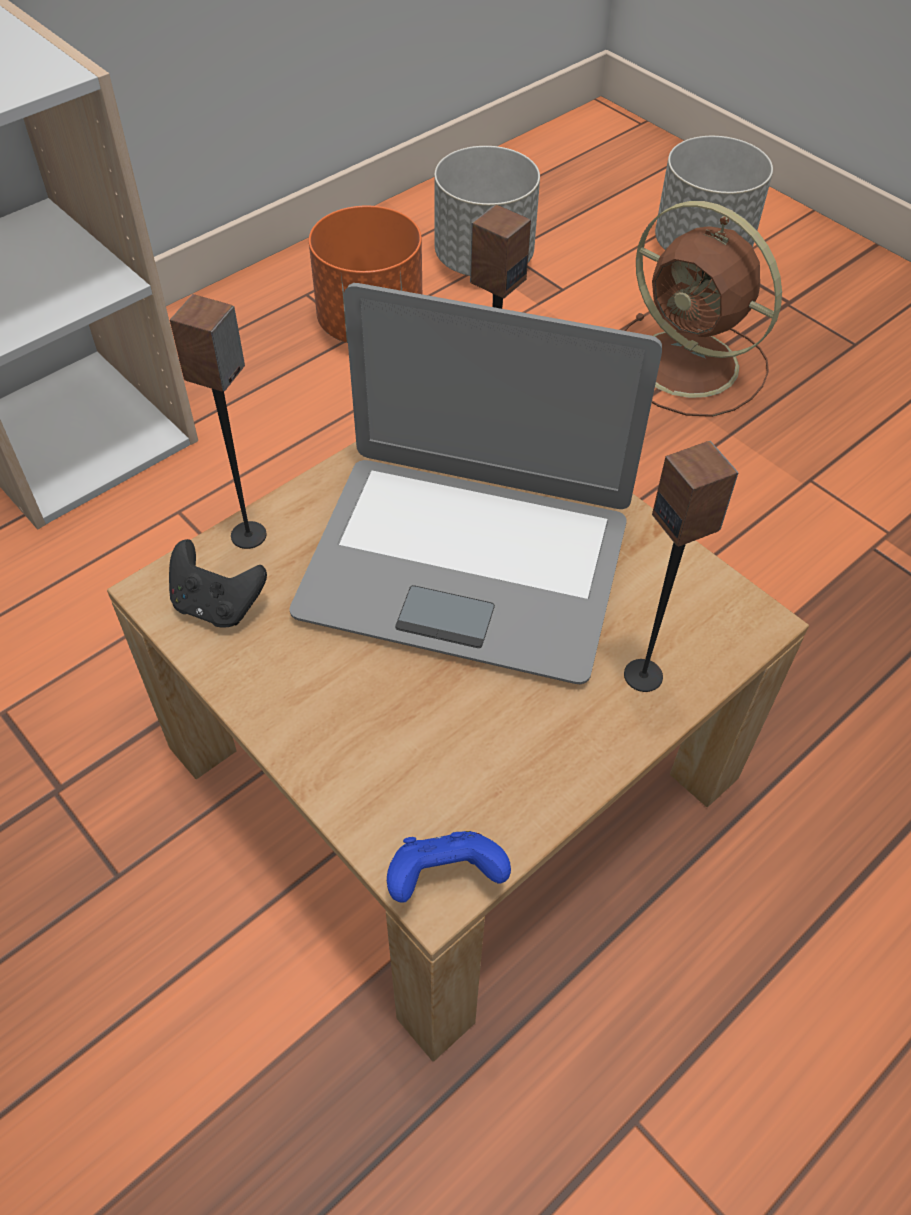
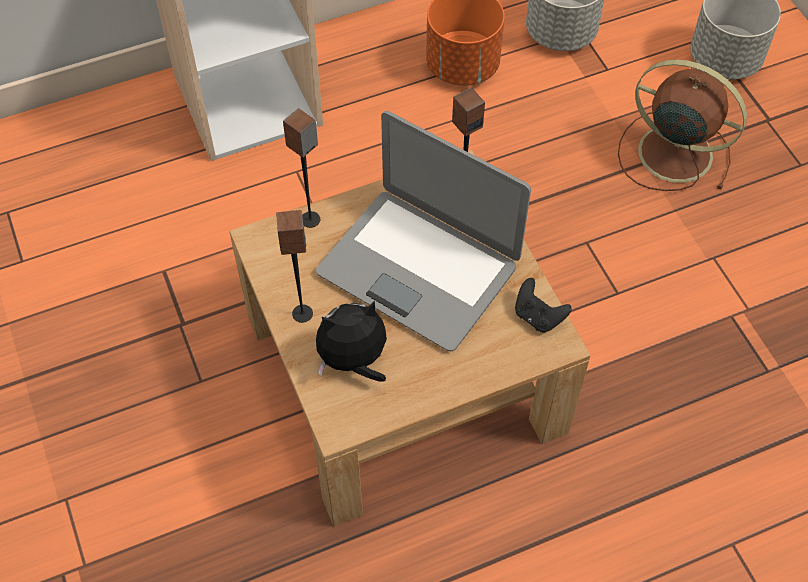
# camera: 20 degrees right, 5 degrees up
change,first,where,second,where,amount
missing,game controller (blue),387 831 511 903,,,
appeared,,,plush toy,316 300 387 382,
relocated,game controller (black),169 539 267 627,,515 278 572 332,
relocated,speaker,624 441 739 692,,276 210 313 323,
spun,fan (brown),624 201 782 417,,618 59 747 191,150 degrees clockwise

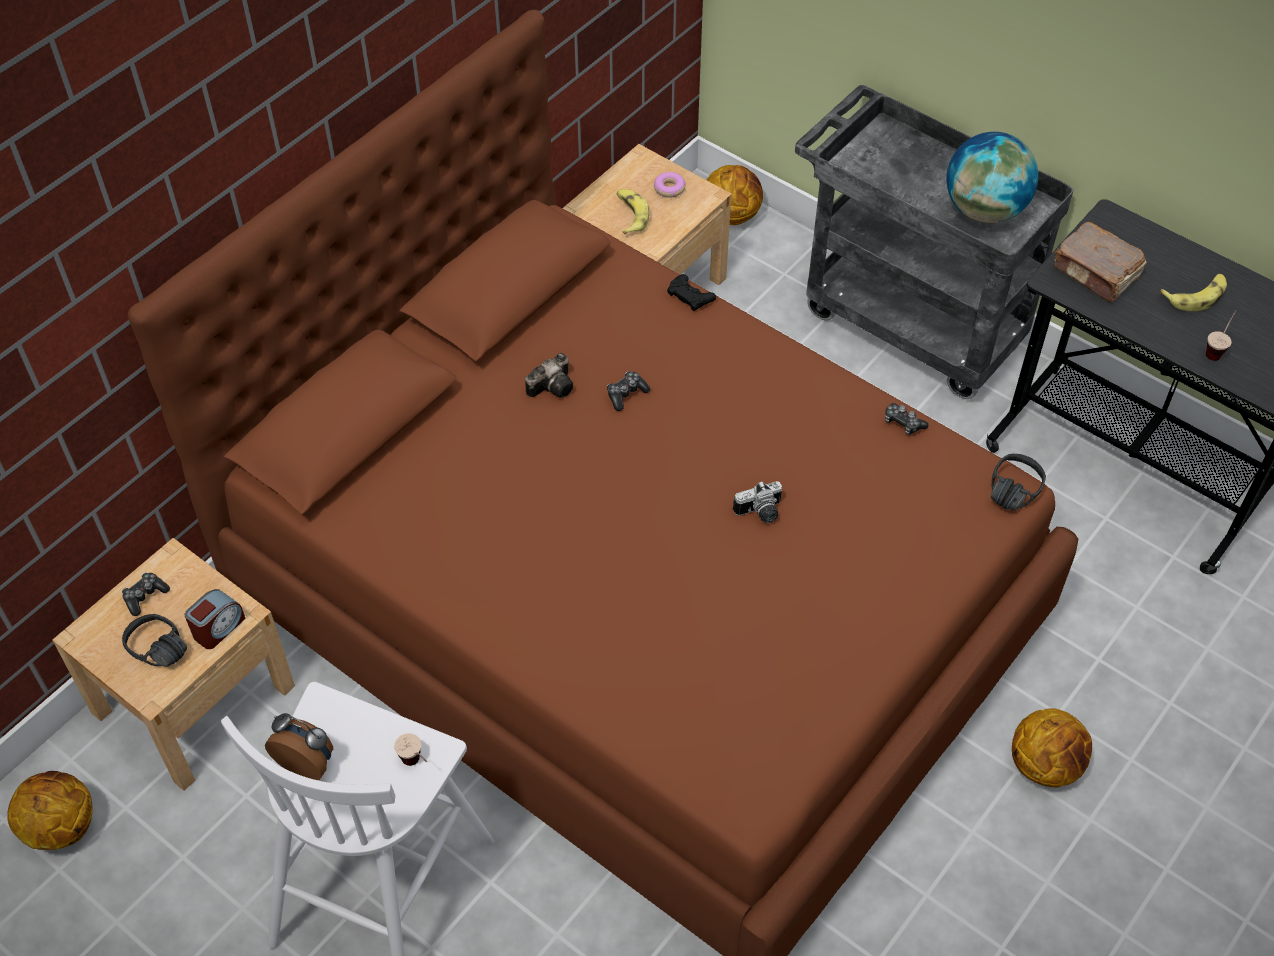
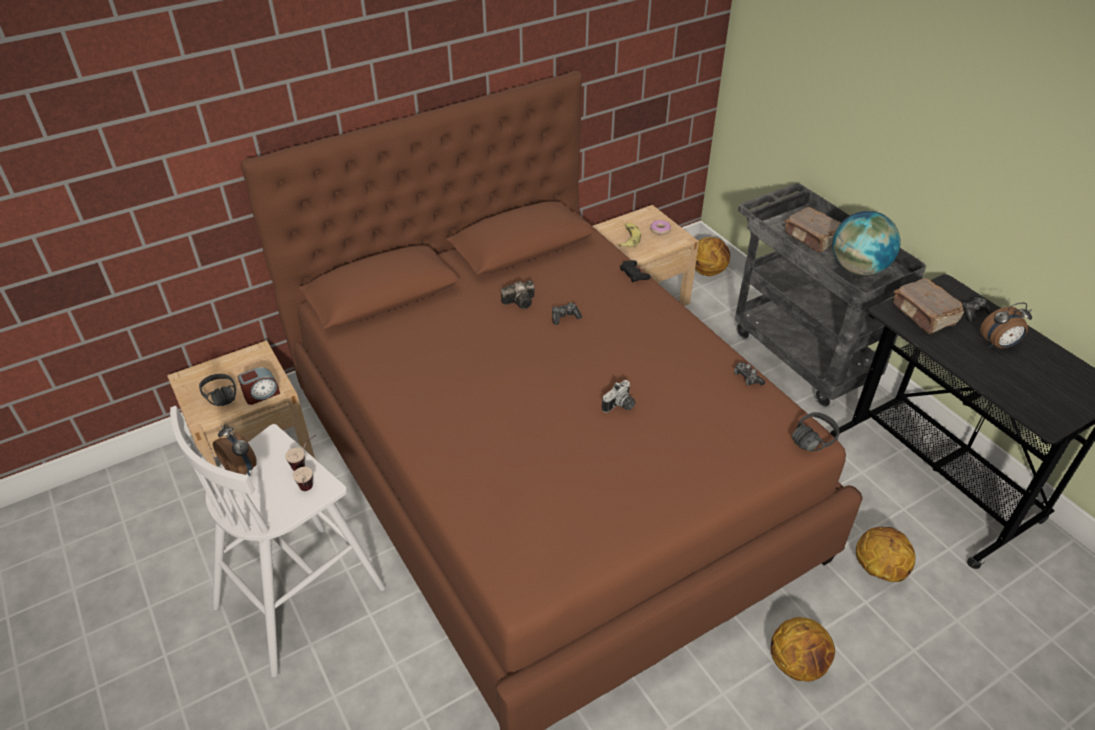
# camera: 20 degrees right, 10 degrees down
change,first,where,second,where,amount
appeared,,,book (brown),785 207 841 253,
relocated,basketball,7 771 92 850,,856 527 916 582,
relocated,game controller,122 573 170 616,,962 297 993 322,
relocated,cup,1206 310 1236 361,,285 435 316 471,
exchanged,banana,1160 274 1227 311,alarm clock,980 303 1032 348,
spun,photo camera,733 481 782 523,,602 380 636 413,45 degrees counterclockwise

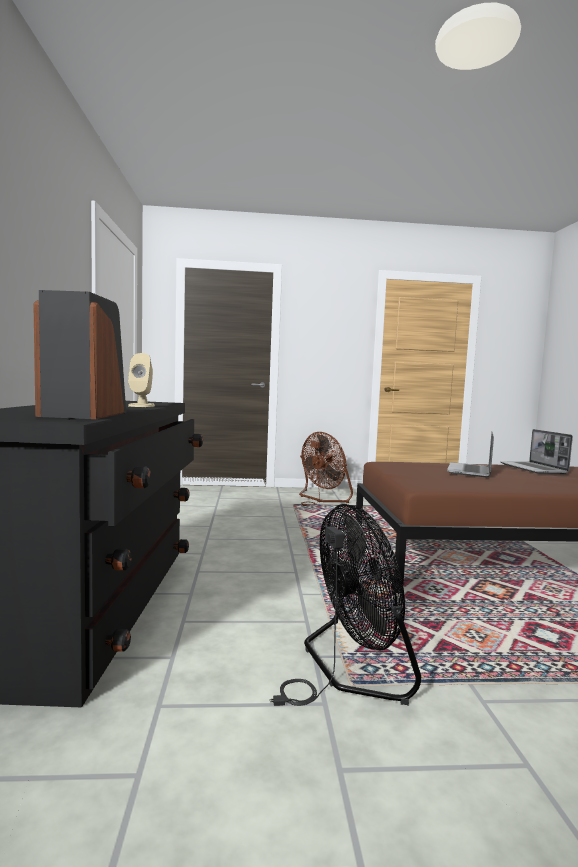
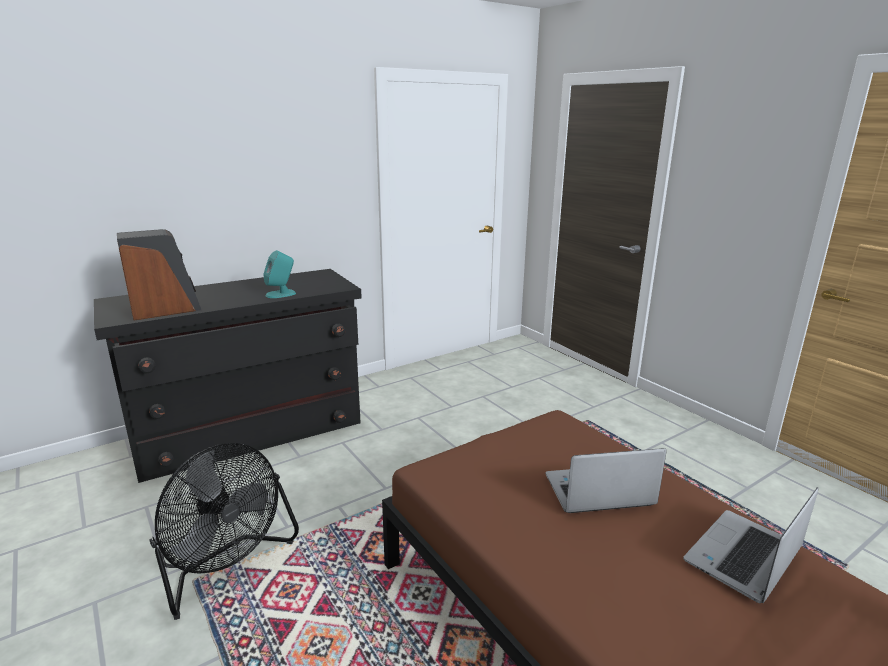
# camera: 60 degrees right, 15 degrees up
change,first,where,second,where,amount
missing,fan (brown),299 432 353 506,,,
colour,speaker (beige),128 353 155 407,speaker (turquoise),264 250 296 298,

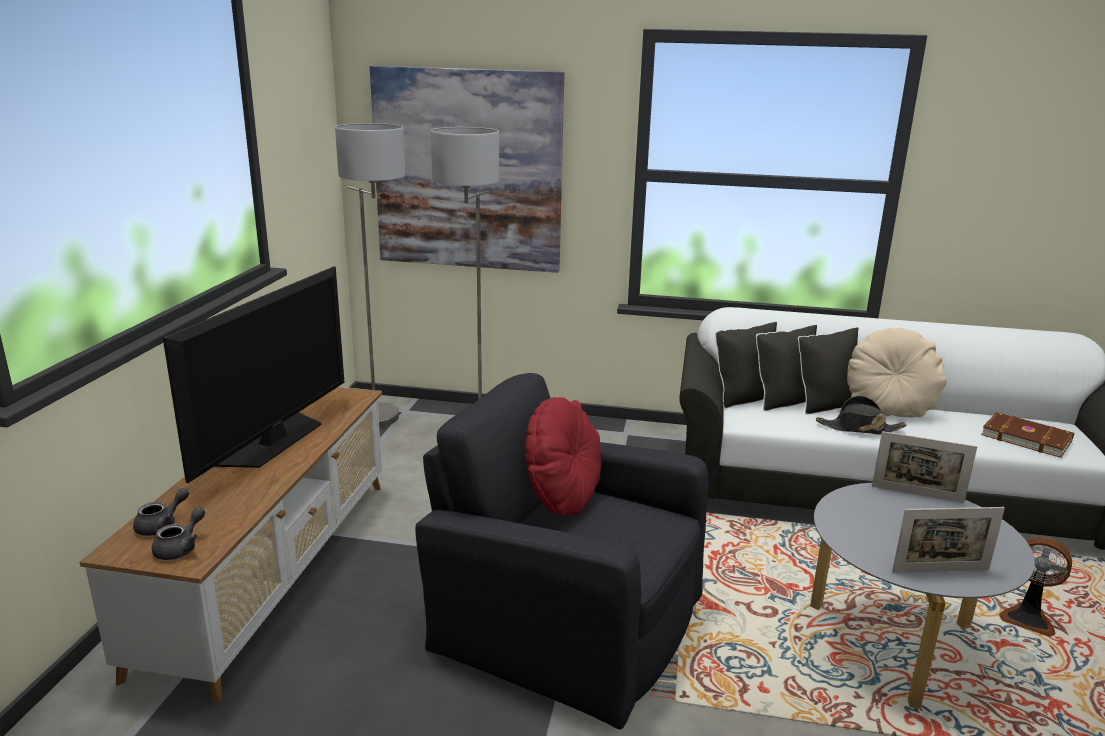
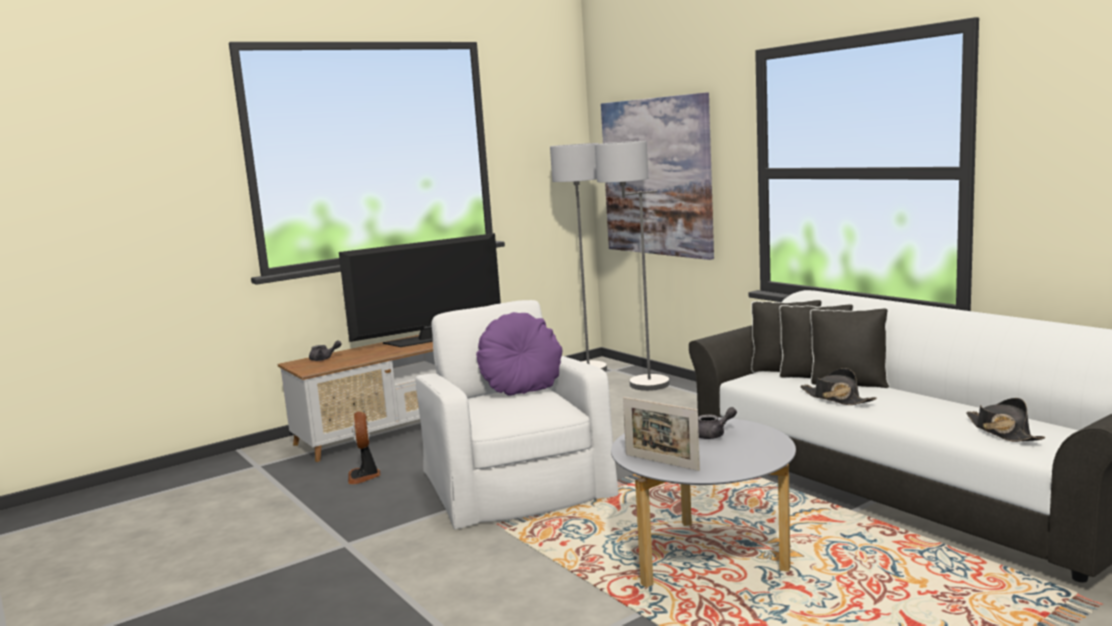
# camera: 45 degrees right, 10 degrees down
change,first,where,second,where,amount
missing,pillow (beige),847 328 947 418,,,
missing,picture frame,872 431 977 503,,,
relocated,teapot (grey),152 507 205 560,,698 407 737 439,
relocated,fan,999 537 1072 637,,348 412 380 484,
exchanged,book (brown),981 412 1074 458,hat (black),966 398 1045 442,
colour,armchair (black),415 373 709 730,armchair (white),415 300 619 530,
colour,pillow (red),525 397 601 516,pillow (purple),476 312 562 396,

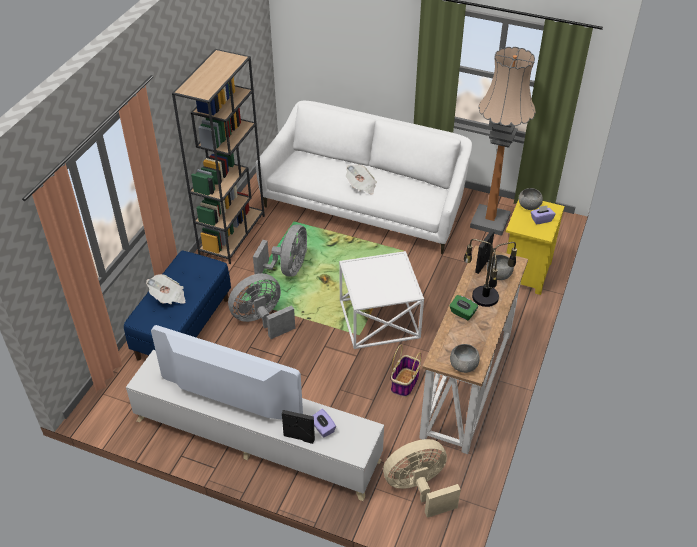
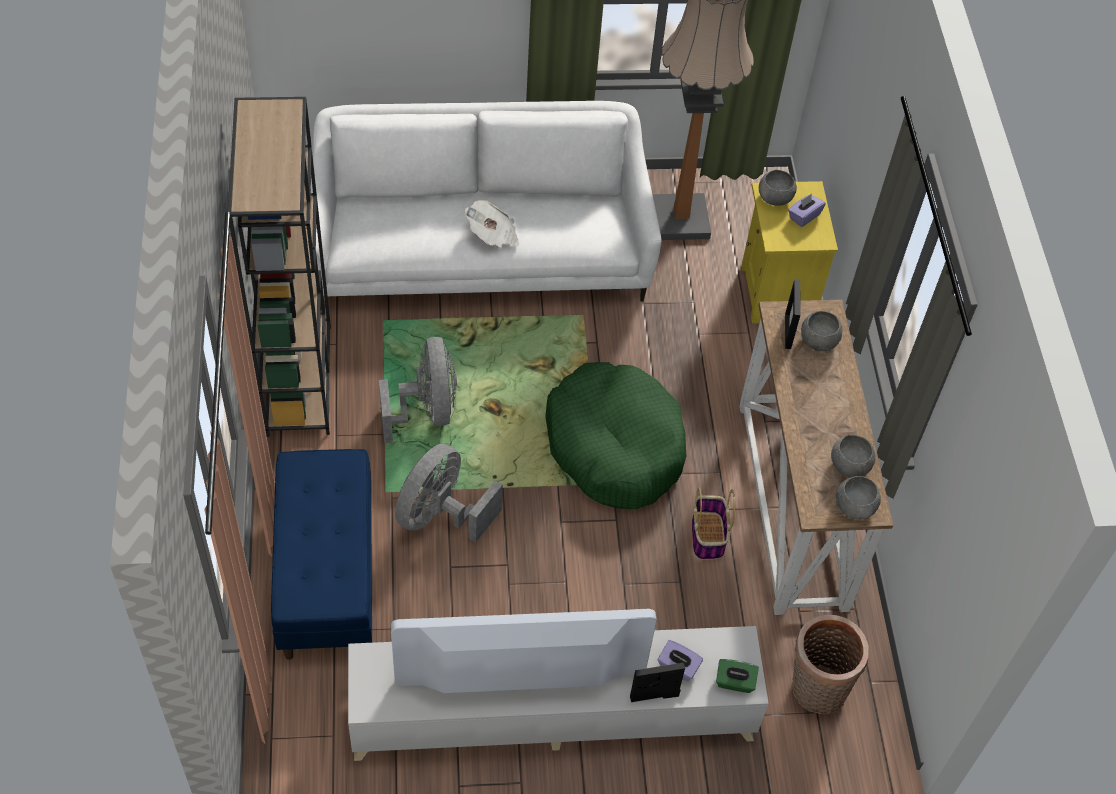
# camera: 30 degrees left, 10 degrees up
change,first,where,second,where,amount
missing,newspaper,146 274 185 304,,,
missing,table lamp,464 239 517 307,,,
appeared,,,bowl (grey),831 435 876 477,
relocated,tissue box (green),449 295 478 320,,716 659 759 693,
exchanged,side table (white),339 251 424 349,dog bed (green),545 362 686 510,
exchanged,fan (beige),383 439 461 518,basket,792 615 869 714,

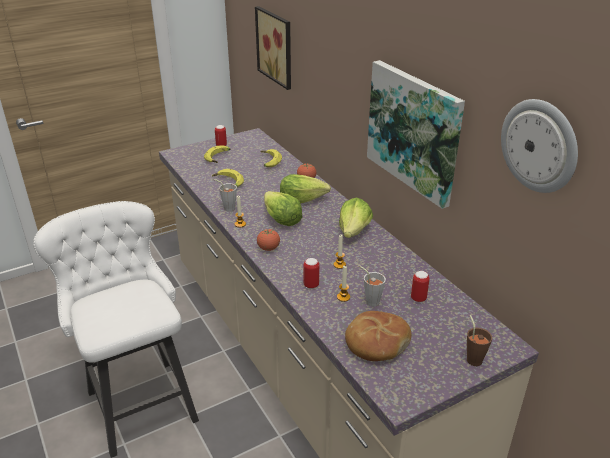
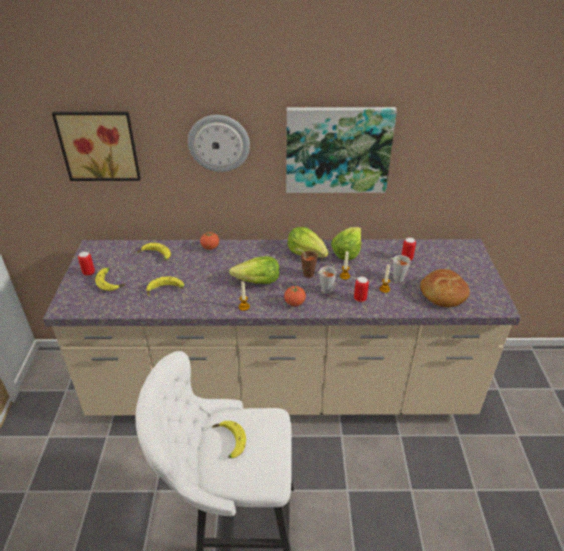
# camera: 60 degrees left, 5 degrees up
change,first,where,second,where,amount
appeared,,,banana,212 421 246 458,
relocated,cup (grey),214 179 237 211,,318 266 337 294,
relocated,lettuce,280 174 331 203,,331 227 361 260,
relocated,cup (brown),467 315 492 366,,295 248 318 278,
relocated,wall clock,501 99 578 193,,188 115 250 172,

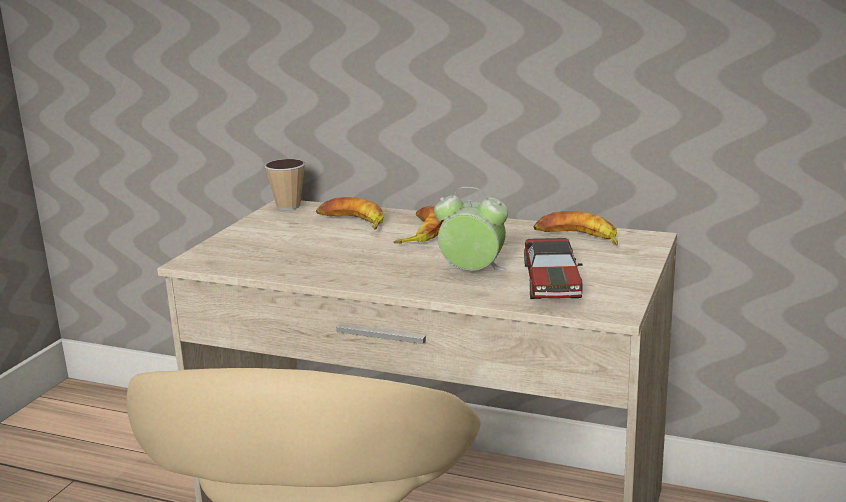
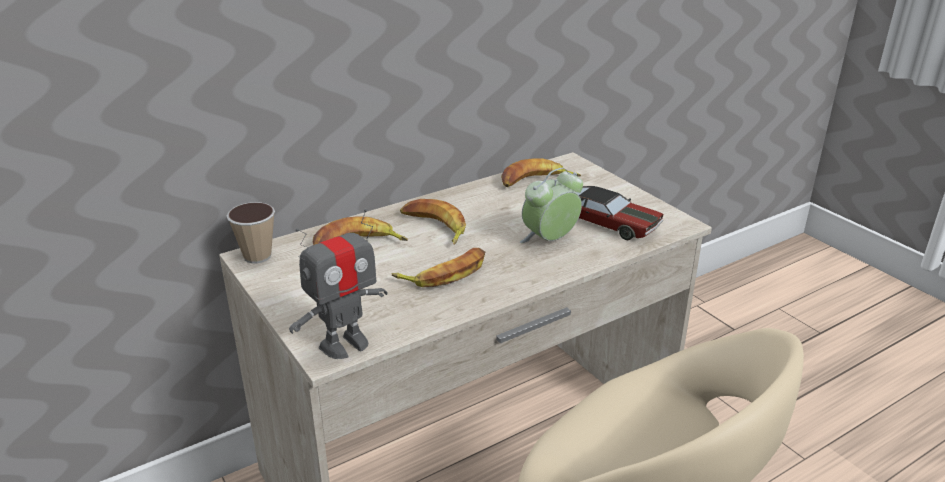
# camera: 55 degrees left, 10 degrees up
change,first,where,second,where,amount
appeared,,,toy robot,289 209 388 359,
appeared,,,banana,392 248 485 287,

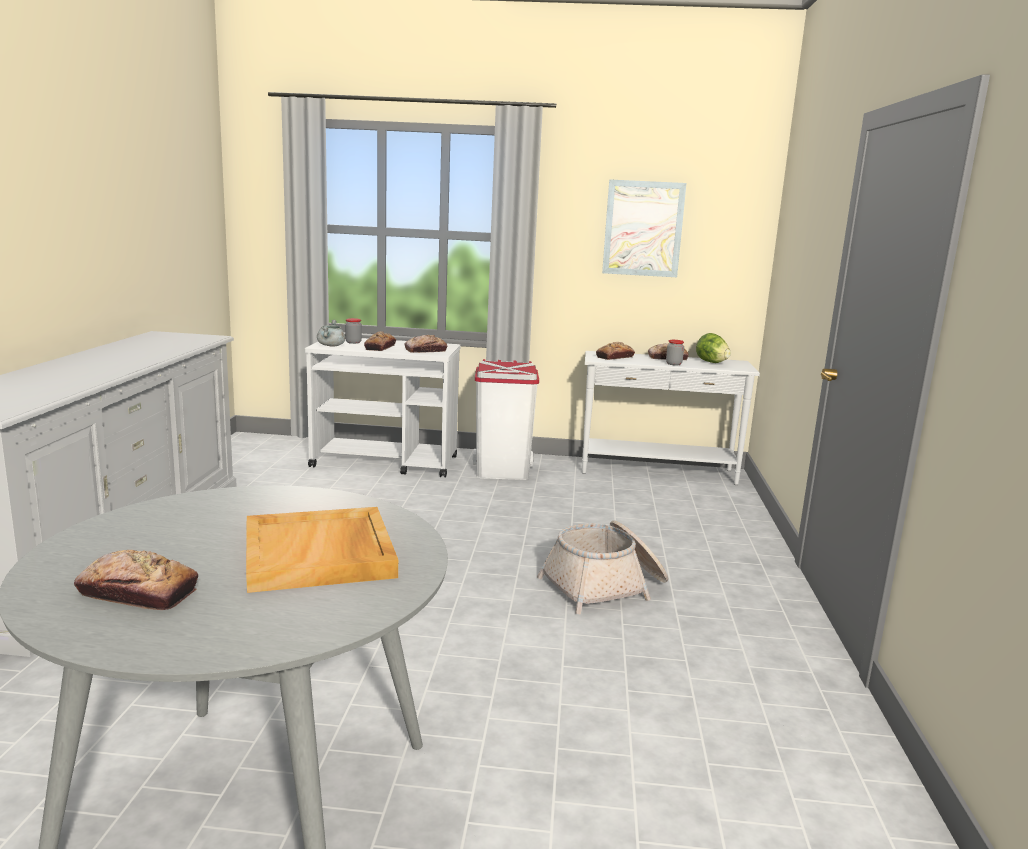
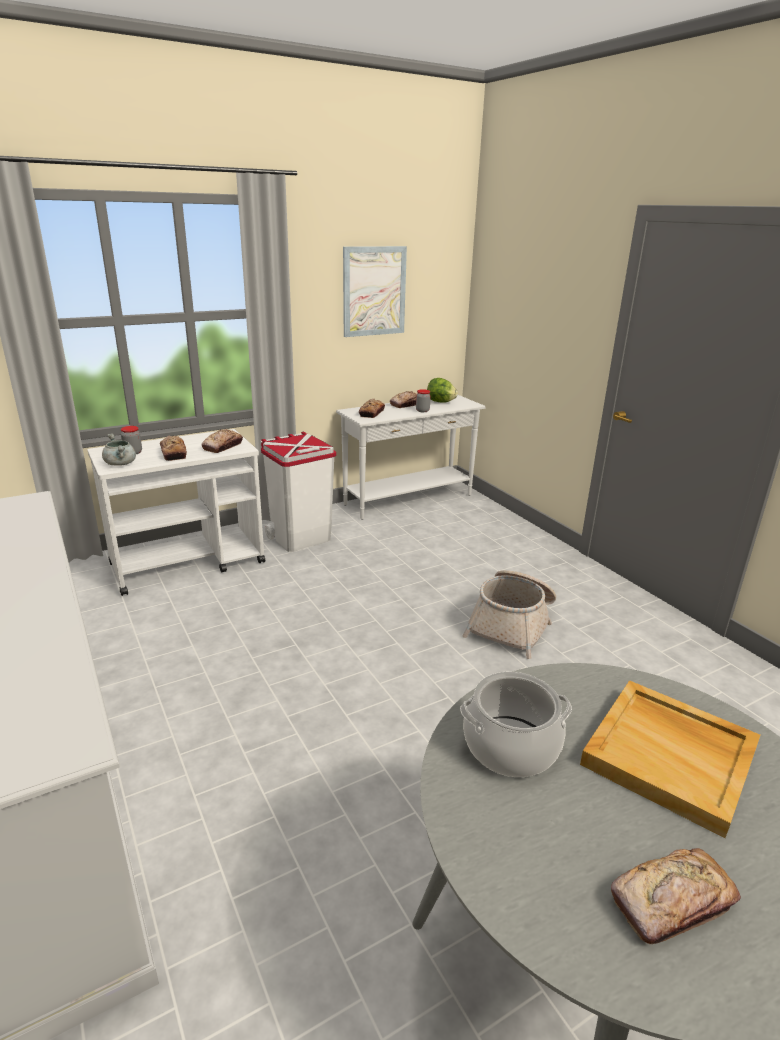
# camera: 35 degrees left, 10 degrees up
change,first,where,second,where,amount
appeared,,,cooking pot,460 672 572 777,

